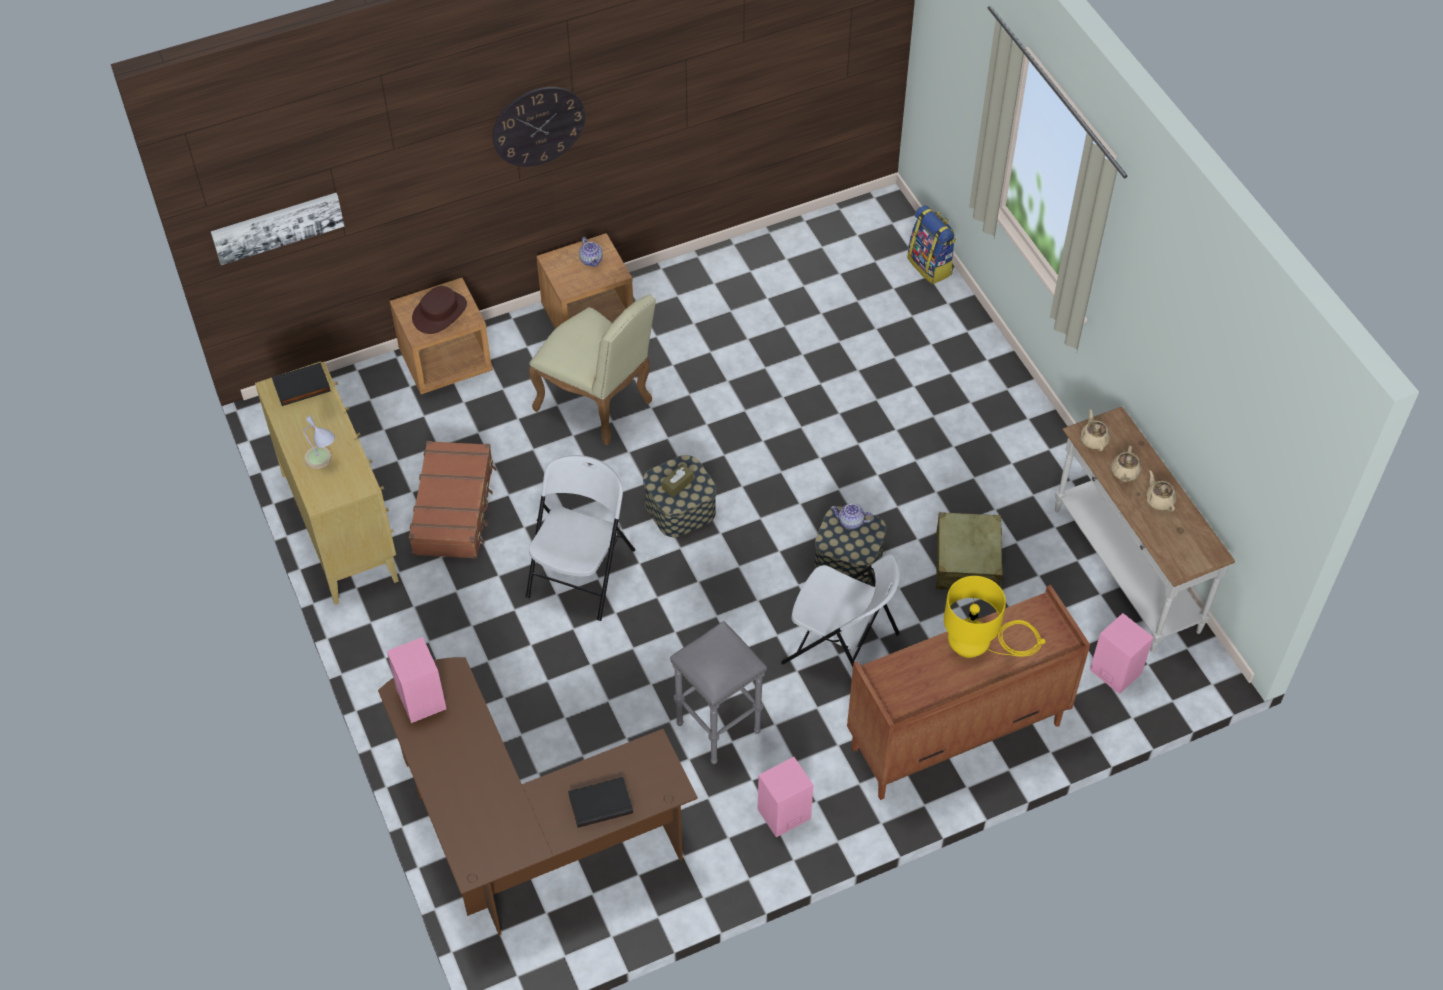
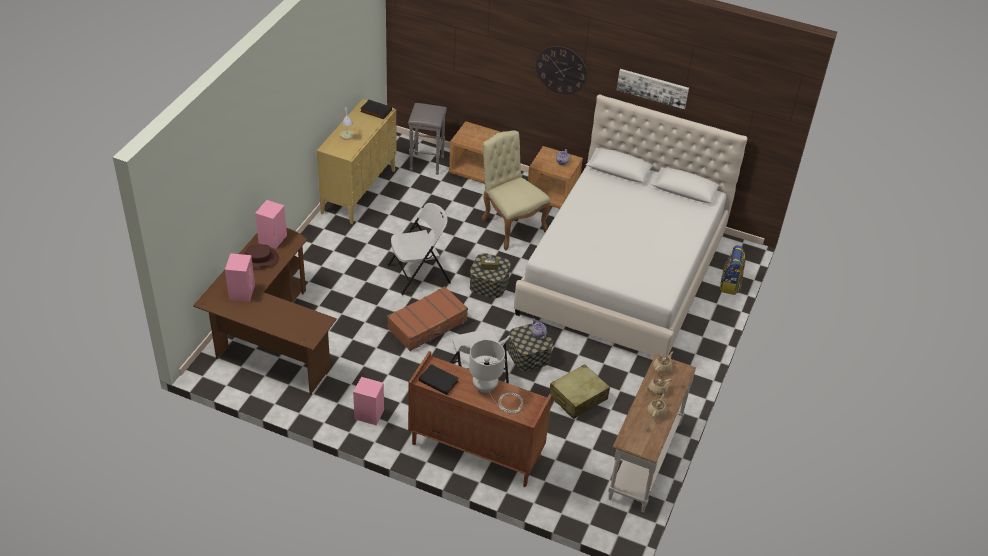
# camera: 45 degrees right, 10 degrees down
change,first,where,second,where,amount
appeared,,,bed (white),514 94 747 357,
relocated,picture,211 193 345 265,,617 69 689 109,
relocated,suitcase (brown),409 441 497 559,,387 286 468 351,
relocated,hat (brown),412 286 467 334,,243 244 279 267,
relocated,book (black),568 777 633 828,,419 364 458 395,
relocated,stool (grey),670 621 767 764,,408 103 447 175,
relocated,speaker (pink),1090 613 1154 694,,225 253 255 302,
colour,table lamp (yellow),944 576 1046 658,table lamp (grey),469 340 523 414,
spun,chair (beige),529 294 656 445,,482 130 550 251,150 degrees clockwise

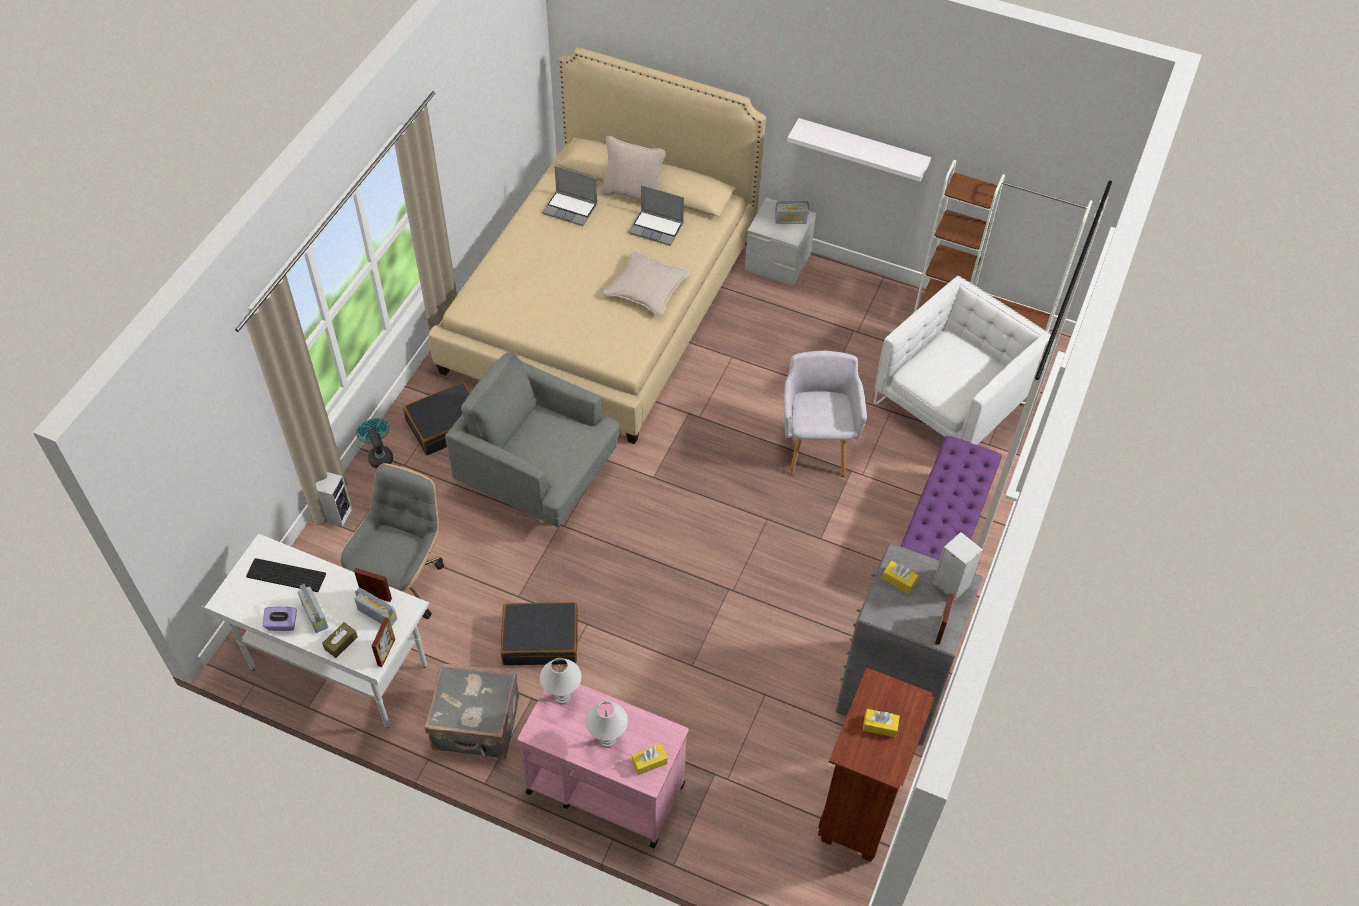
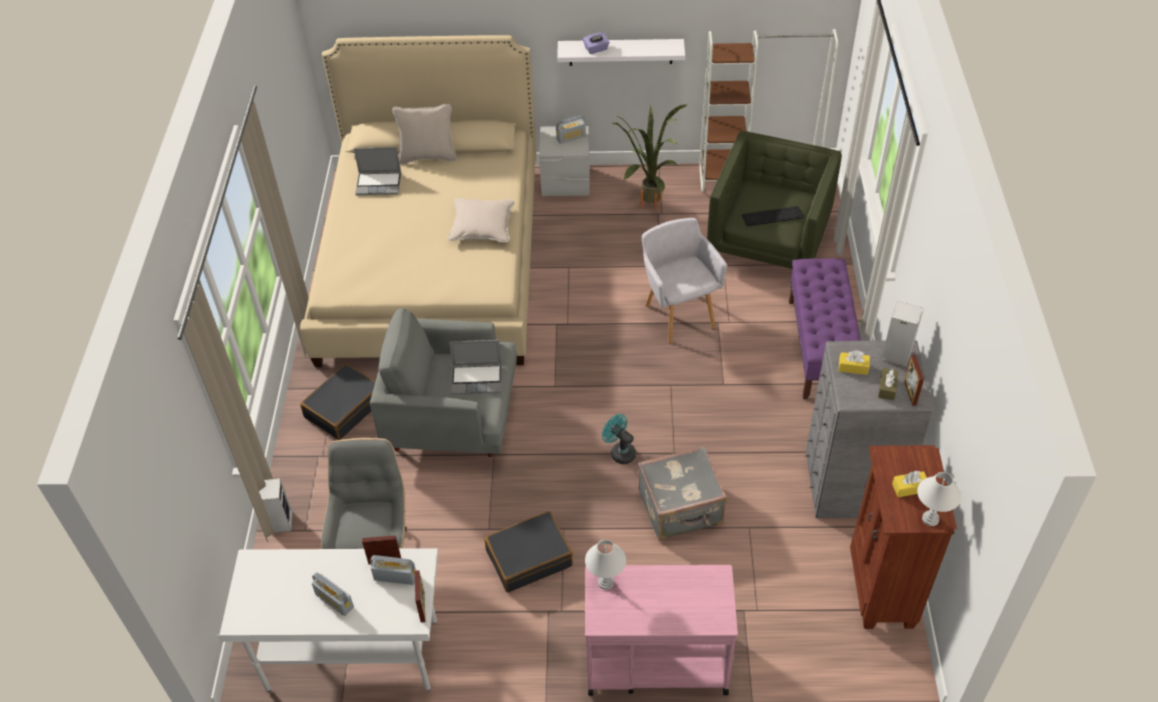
# camera: 20 degrees left, 5 degrees down
change,first,where,second,where,amount
missing,tissue box (yellow),632 744 668 775,,,
appeared,,,potted plant,613 104 688 211,
relocated,keyboard,246 558 326 592,,742 206 804 226,
relocated,tissue box (purple),263 606 297 631,,583 32 610 54,
relocated,tissue box (brown),322 622 358 658,,878 368 898 400,
relocated,fan (turquoise),356 418 393 468,,602 414 636 464,
relocated,suitcase (grey),425 663 519 759,,638 446 727 540,
relocated,table lamp (white),585 702 628 748,,917 472 961 526,
relocated,laptop,628 185 684 246,,449 340 502 395,
colour,armchair (white),874 276 1051 445,armchair (green),707 131 842 269,

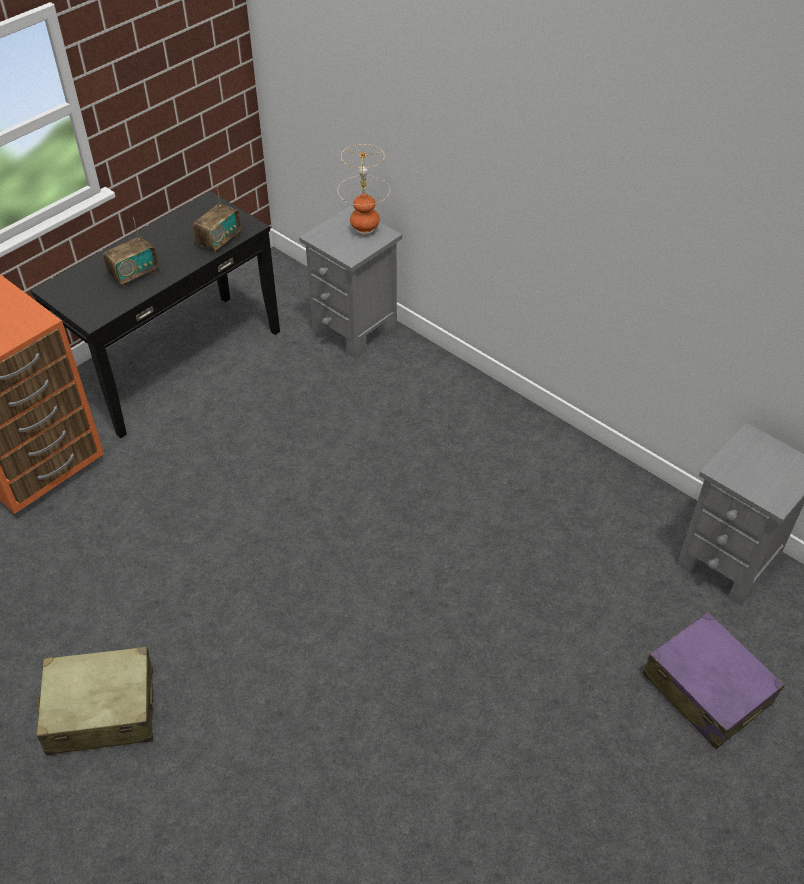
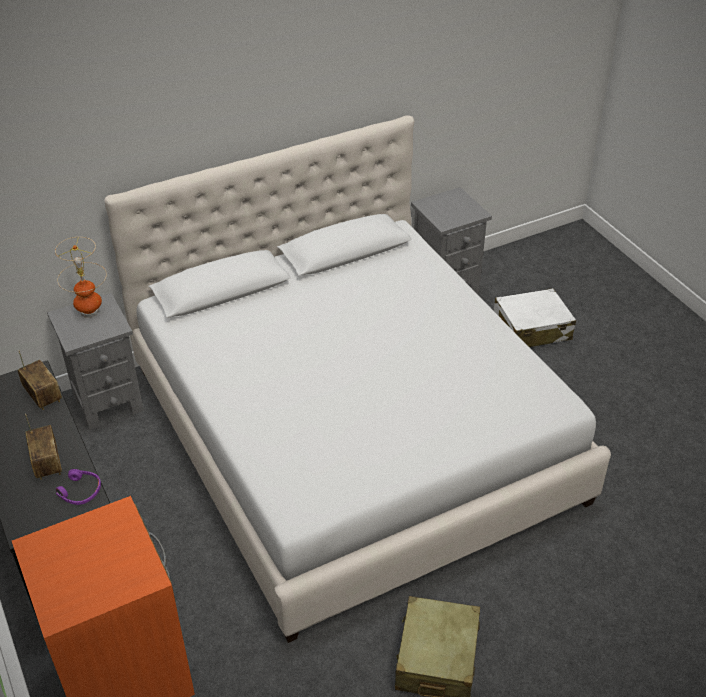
# camera: 70 degrees left, 5 degrees down
change,first,where,second,where,amount
appeared,,,headphones (purple),56 469 101 505,
appeared,,,bed (white),104 115 611 643,
colour,suitcase (purple),642 612 785 750,suitcase (white),494 288 576 347,

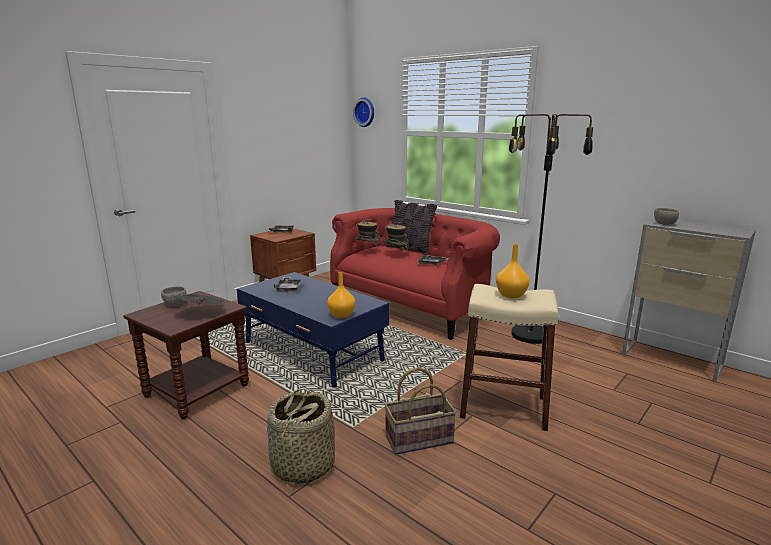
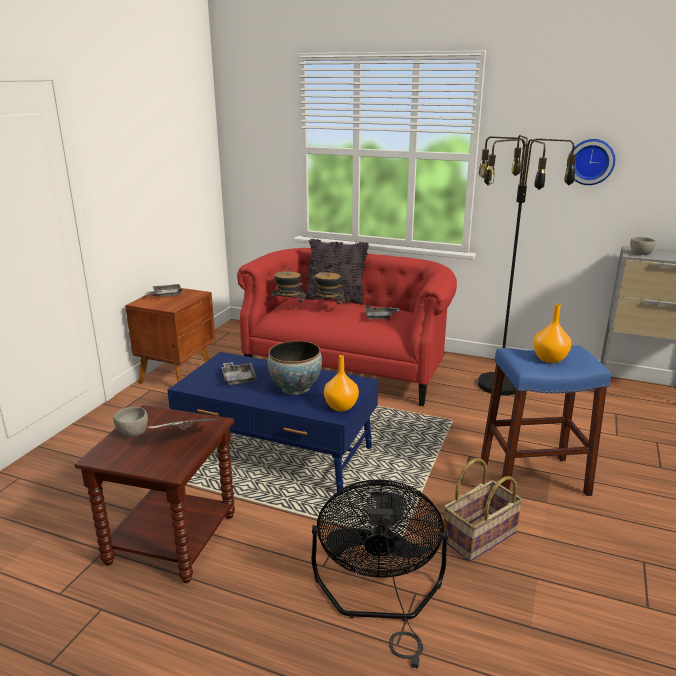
# camera: 20 degrees left, 5 degrees up
change,first,where,second,where,amount
appeared,,,bowl,268 341 322 395,
relocated,wall clock,353 97 374 127,,567 139 615 185,
exchanged,basket,267 388 335 485,fan (black),311 480 449 669,
colour,stool (beige),460 284 558 431,stool (blue),481 345 611 496,

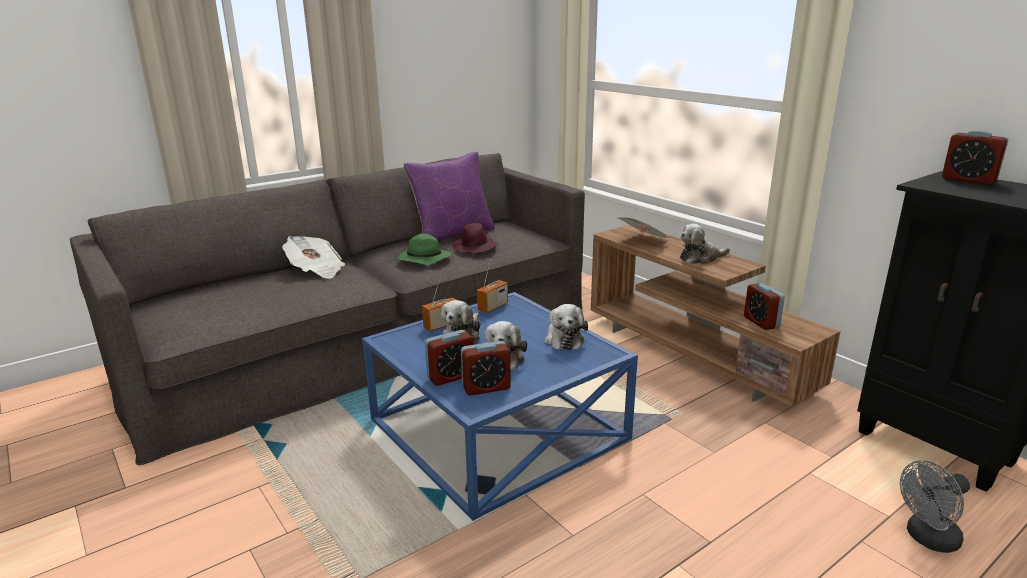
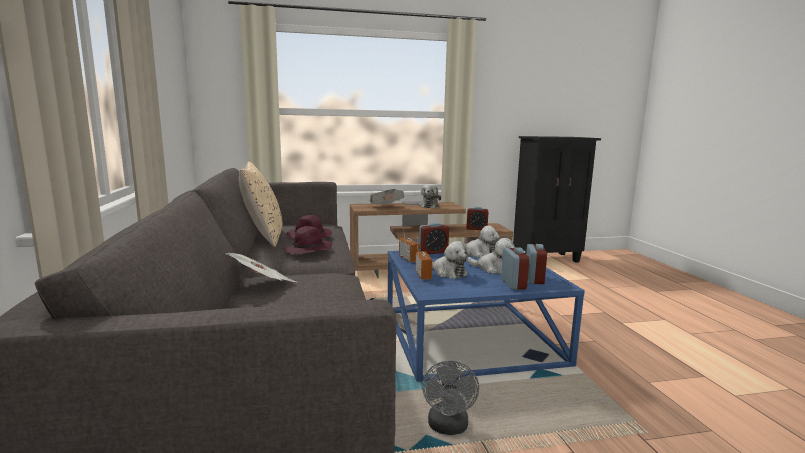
# camera: 65 degrees left, 10 degrees down
change,first,where,second,where,amount
relocated,fan (grey),900 460 970 553,,422 360 479 435,
relocated,alarm clock,942 130 1009 185,,419 223 449 254,
colour,hat (green),397 234 451 265,hat (purple),283 226 332 254,
colour,pillow (purple),403 152 495 241,pillow (beige),239 162 282 247,

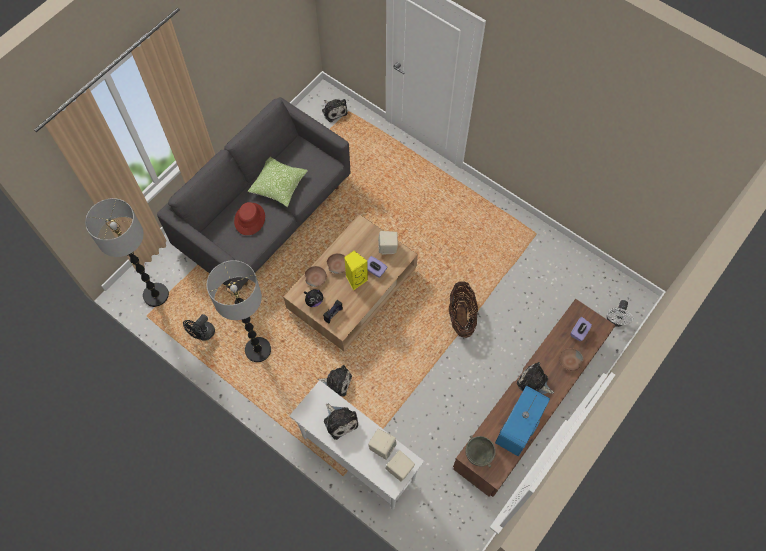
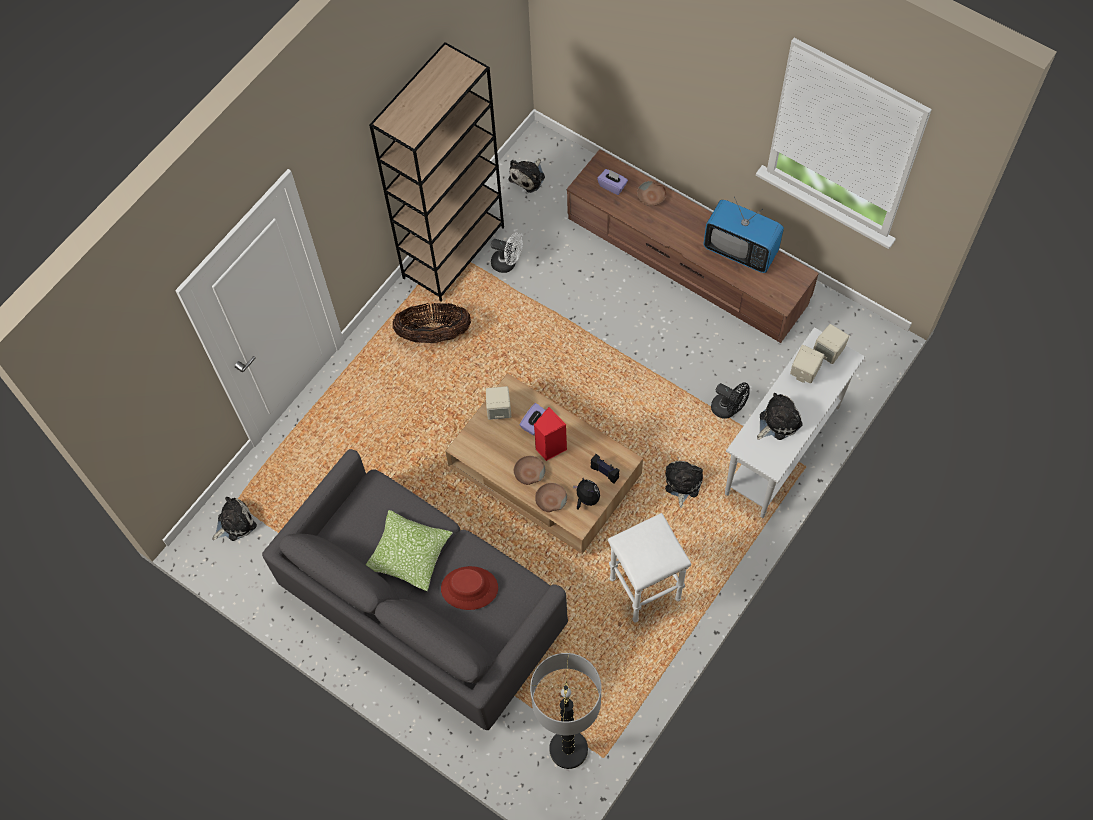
# camera: 90 degrees left, 0 degrees up
change,first,where,second,where,amount
missing,bowl (grey),465 435 496 468,,,
appeared,,,bookcase (beige),369 42 504 302,
relocated,fan (black),183 314 215 341,,711 382 750 419,
relocated,basket,449 281 478 338,,392 303 471 343,
relocated,plush toy,517 362 554 394,,508 158 545 193,
relocated,fan (white),607 300 633 327,,491 233 523 273,
exchanged,floor lamp,207 260 271 362,stool (white),608 513 691 623,
colour,speaker (yellow),344 251 368 290,speaker (red),534 407 567 461,

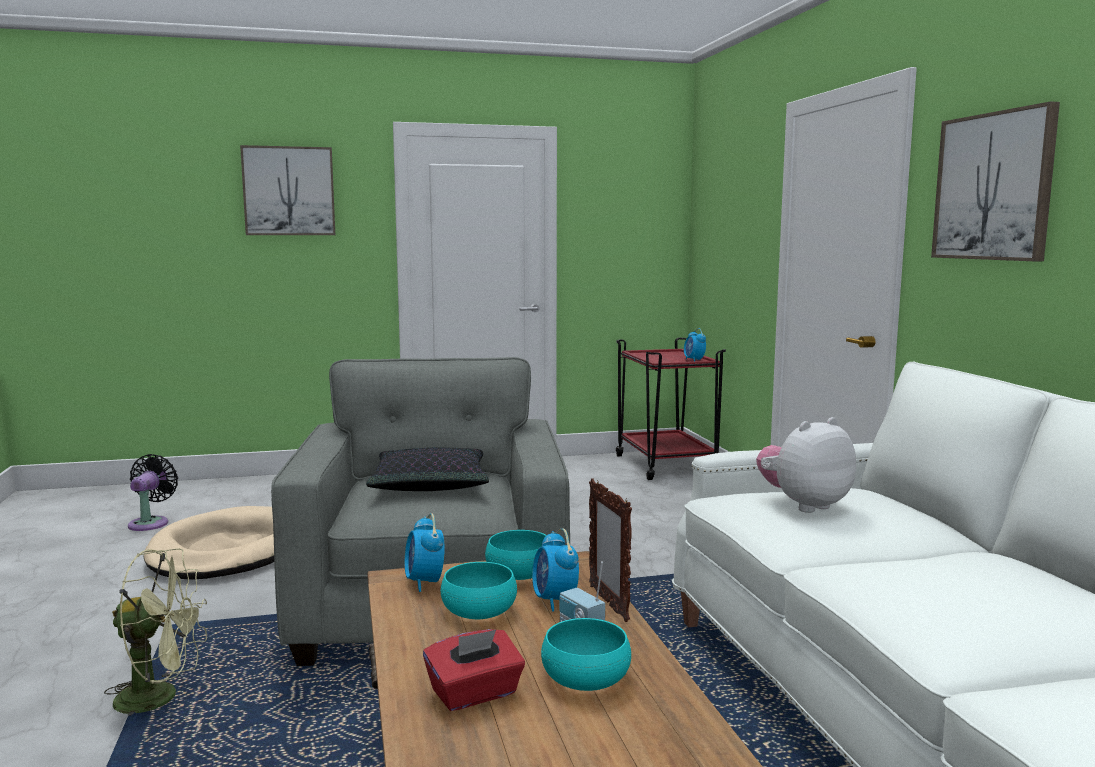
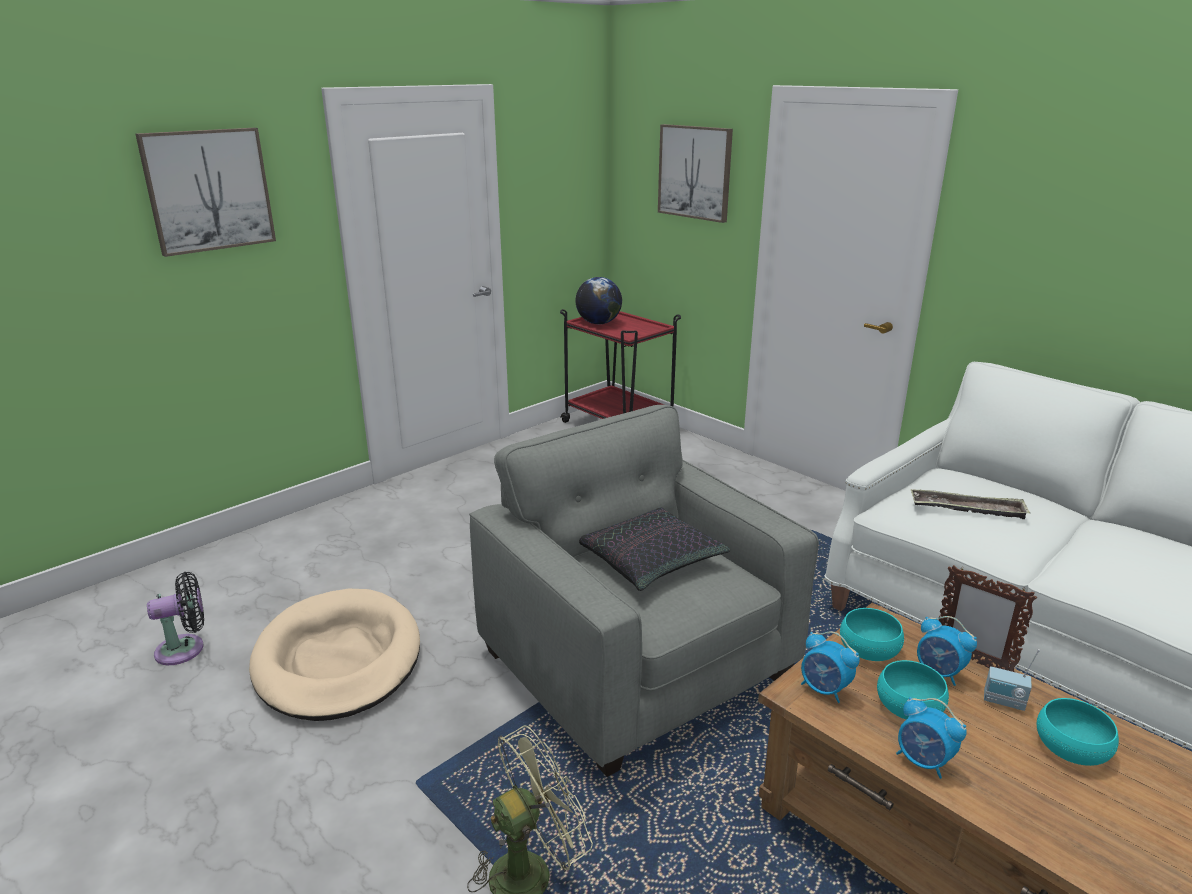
# camera: 30 degrees left, 15 degrees up
change,first,where,second,where,amount
missing,tissue box (red),423 629 525 711,,,
appeared,,,globe,575 277 622 324,
relocated,alarm clock,684 328 706 362,,896 697 967 779,
relocated,picture,931 101 1060 261,,658 124 733 223,
exchanged,plush toy,756 417 856 513,tray,911 489 1030 519,
spun,fan (black),128 454 178 531,,147 572 204 665,90 degrees clockwise

